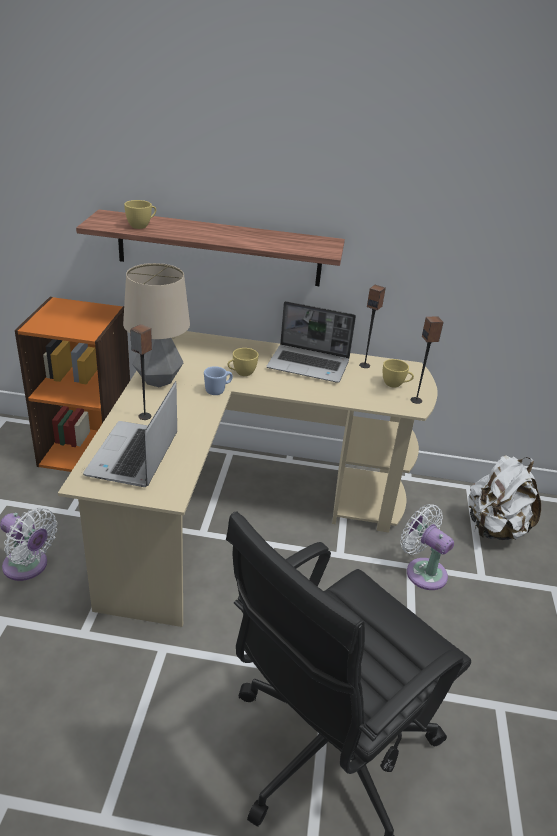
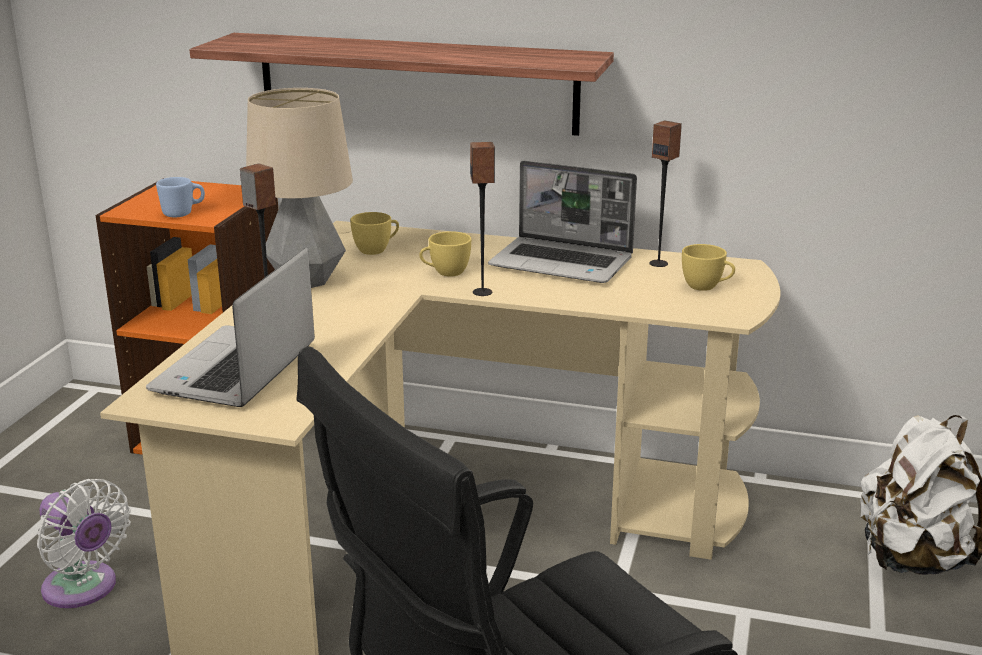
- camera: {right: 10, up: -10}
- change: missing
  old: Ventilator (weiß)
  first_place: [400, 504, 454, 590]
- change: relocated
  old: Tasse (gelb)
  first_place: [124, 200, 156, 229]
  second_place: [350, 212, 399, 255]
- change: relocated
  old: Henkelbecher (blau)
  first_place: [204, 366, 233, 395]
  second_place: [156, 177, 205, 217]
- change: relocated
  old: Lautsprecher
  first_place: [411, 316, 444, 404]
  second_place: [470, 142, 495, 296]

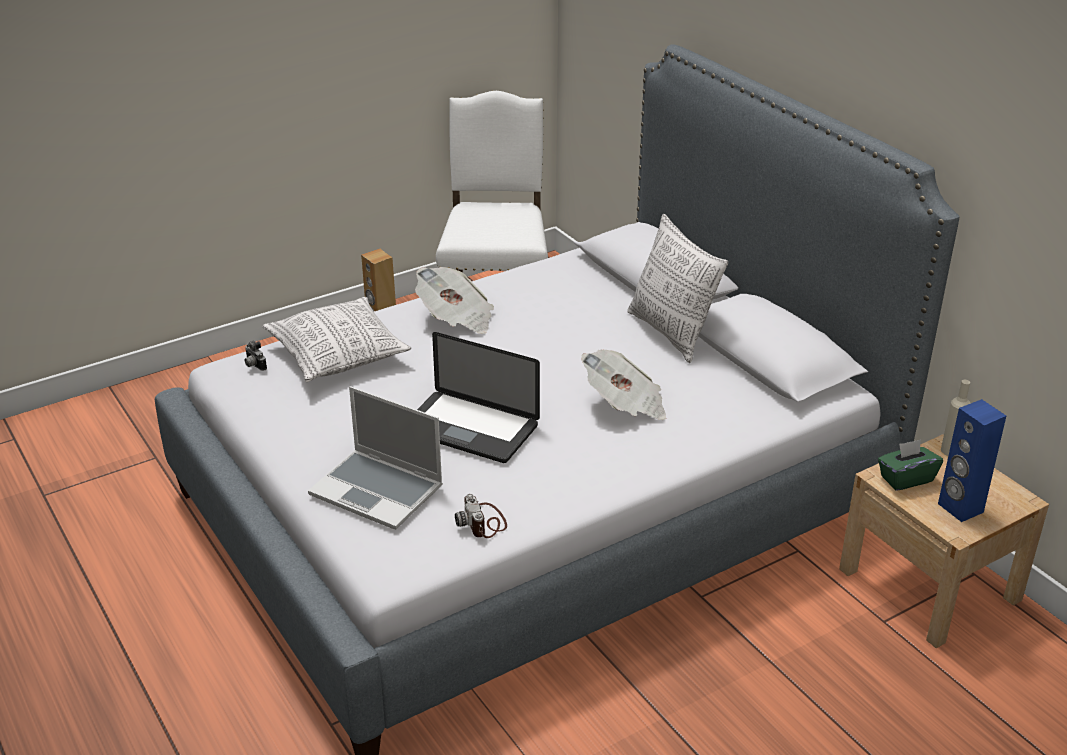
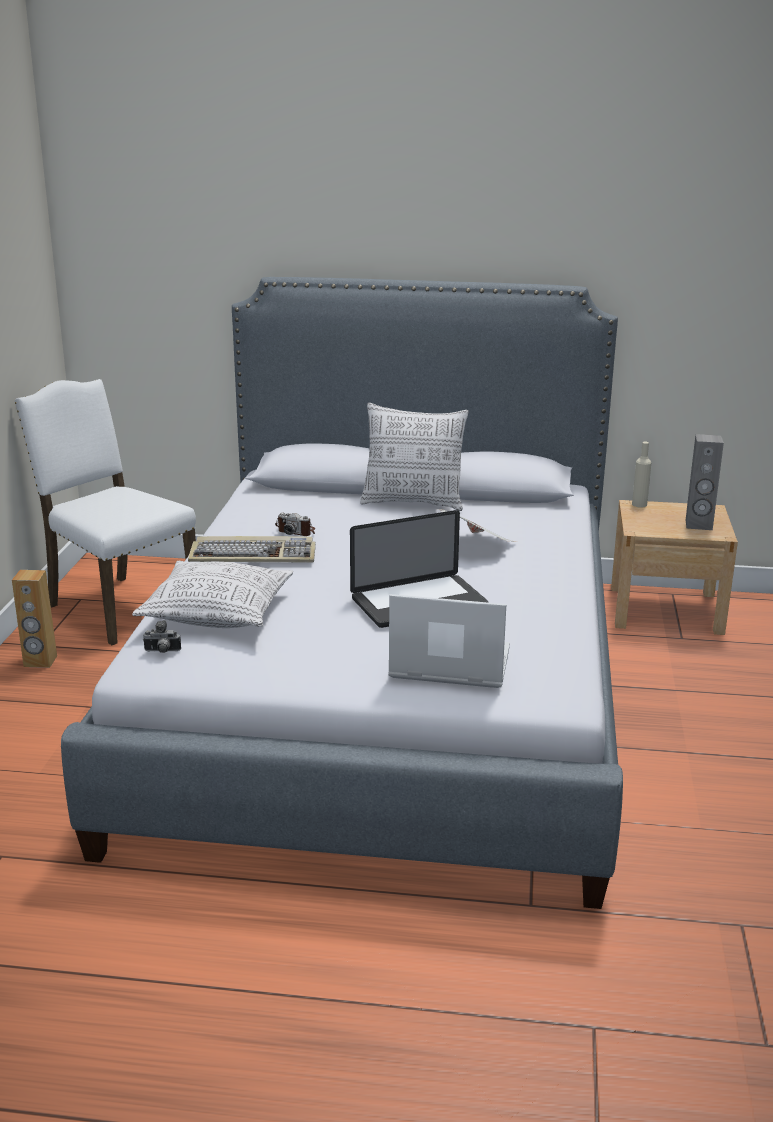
- camera: {right: -50, up: -10}
- change: missing
  old: Taschentuchbox (grün)
  first_place: [878, 439, 943, 491]
- change: relocated
  old: Kamera
  first_place: [455, 494, 507, 538]
  second_place: [275, 513, 315, 536]
- change: exchanged
  old: Zeitung
  new: Tastatur
  first_place: [415, 267, 494, 334]
  second_place: [188, 536, 316, 563]
- change: colour
  old: Lautsprecher (blau)
  new: Lautsprecher (grau)
  first_place: [938, 399, 1006, 522]
  second_place: [686, 434, 724, 530]
- change: spun
  old: Laptop
  first_place: [308, 386, 443, 530]
  second_place: [388, 594, 510, 688]
  degrees: -150

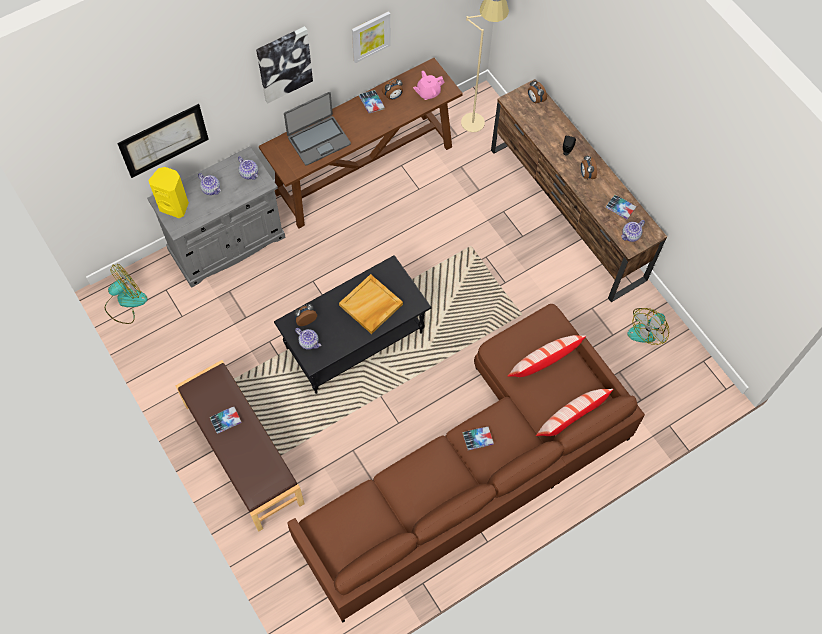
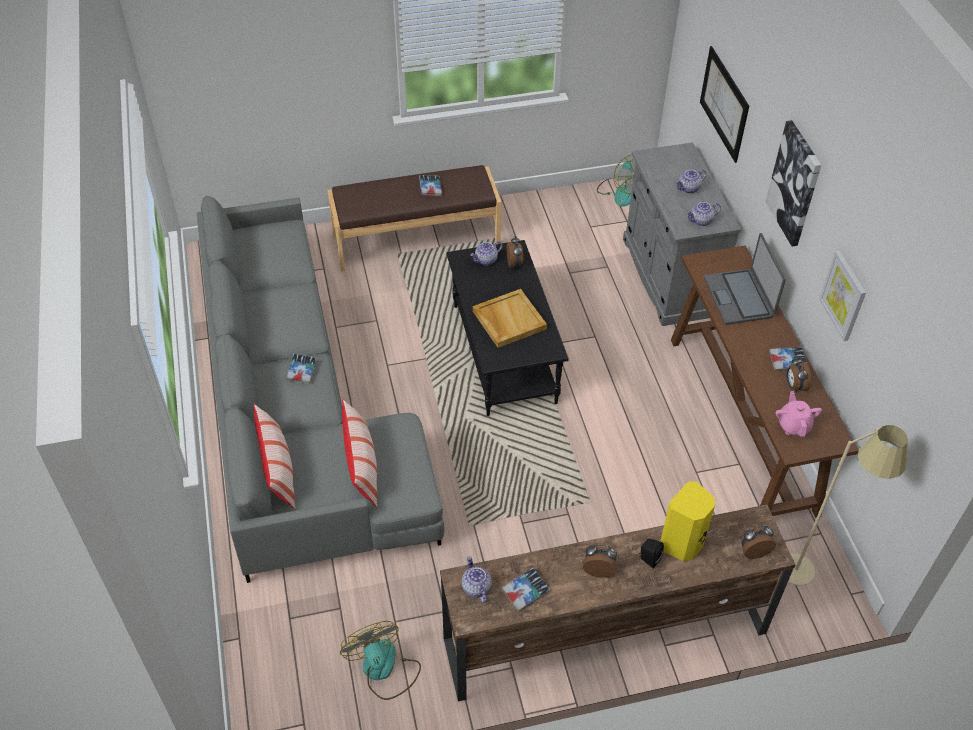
- camera: {right: 110, up: -15}
- change: relocated
  old: Lautsprecher (gelb)
  first_place: [149, 167, 189, 218]
  second_place: [660, 481, 715, 561]
- change: colour
  old: Sofa (braun)
  new: Sofa (grau)
  first_place: [287, 304, 645, 623]
  second_place: [197, 196, 445, 583]

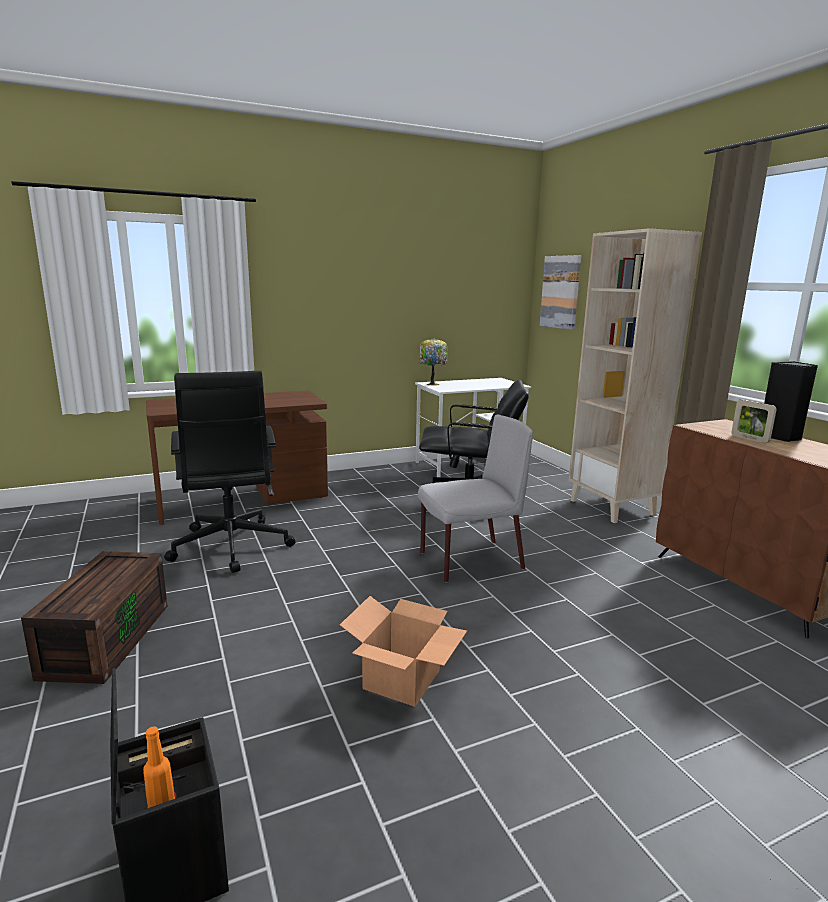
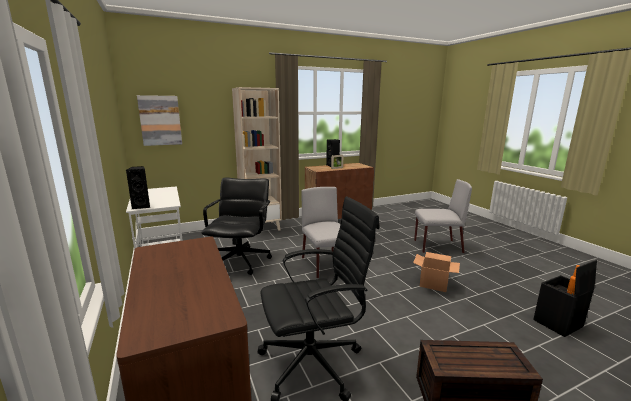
- camera: {right: -90, up: 0}
- change: appeared
  new: Stuhl (grau)
  second_place: [414, 179, 472, 253]
- change: exchanged
  old: Tischlampe
  new: Lautsprecher (schwarz)
  first_place: [419, 338, 447, 386]
  second_place: [126, 166, 150, 209]

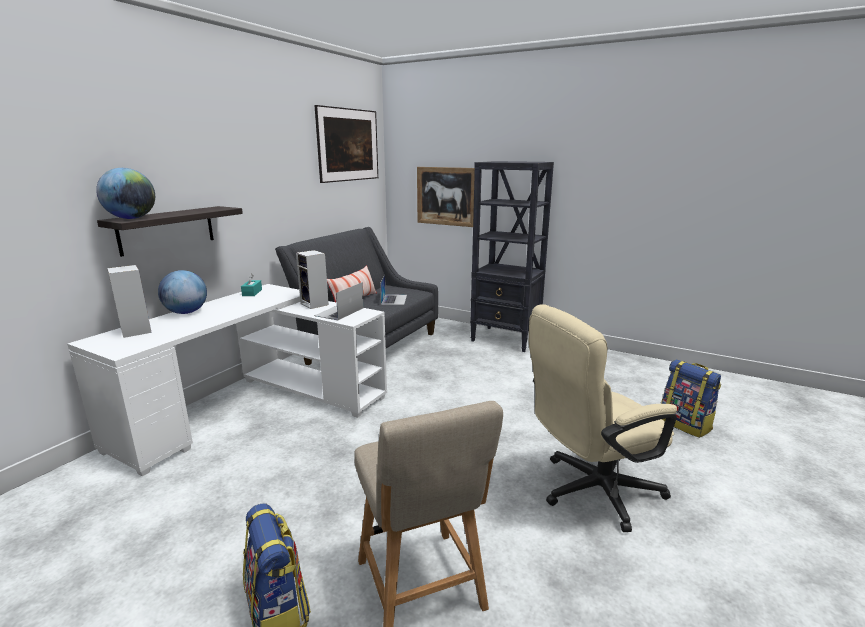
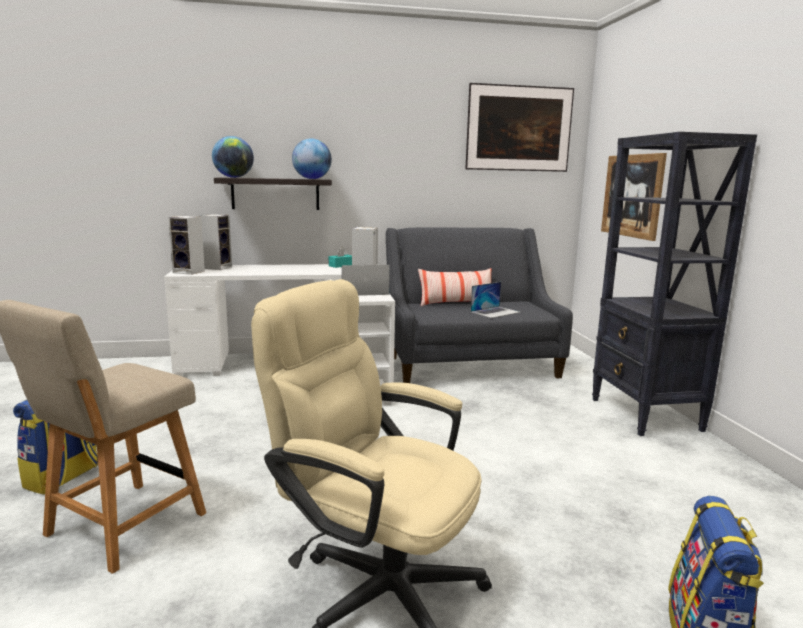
- camera: {right: 50, up: -5}
- change: appeared
  new: Lautsprecher
  second_place: [168, 216, 205, 275]
- change: relocated
  old: Globus
  first_place: [158, 270, 207, 314]
  second_place: [292, 139, 332, 179]

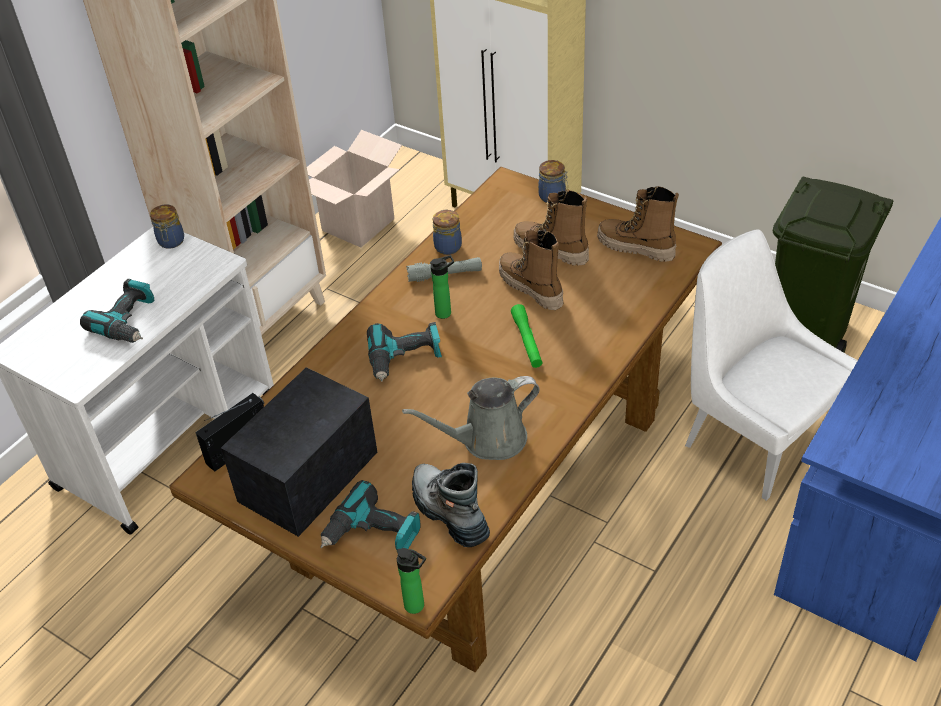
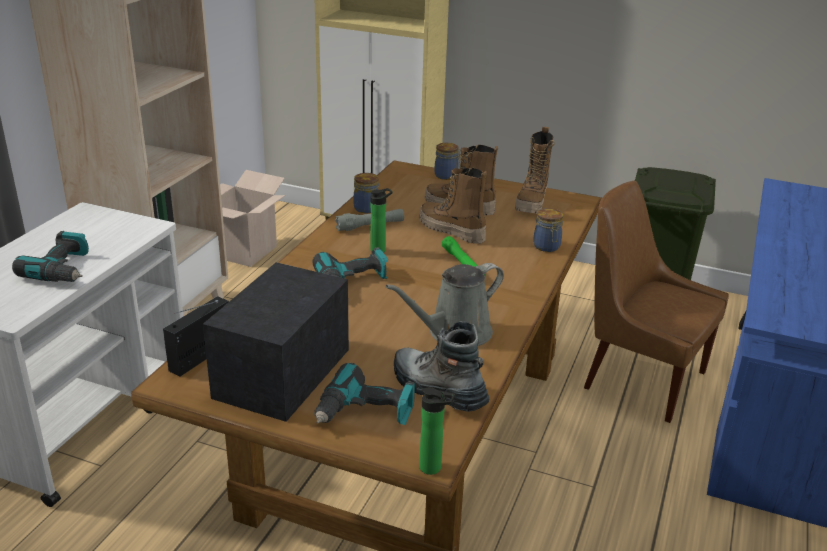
- camera: {right: -15, up: -15}
- change: relocated
  old: Vorratsglas
  first_place: [150, 204, 184, 249]
  second_place: [533, 208, 563, 252]
- change: colour
  old: Stuhl (weiß)
  new: Stuhl (braun)
  first_place: [685, 229, 858, 501]
  second_place: [584, 181, 729, 423]
- change: spun
  old: Stiefel
  first_place: [597, 186, 679, 262]
  second_place: [515, 127, 555, 214]
  degrees: -90

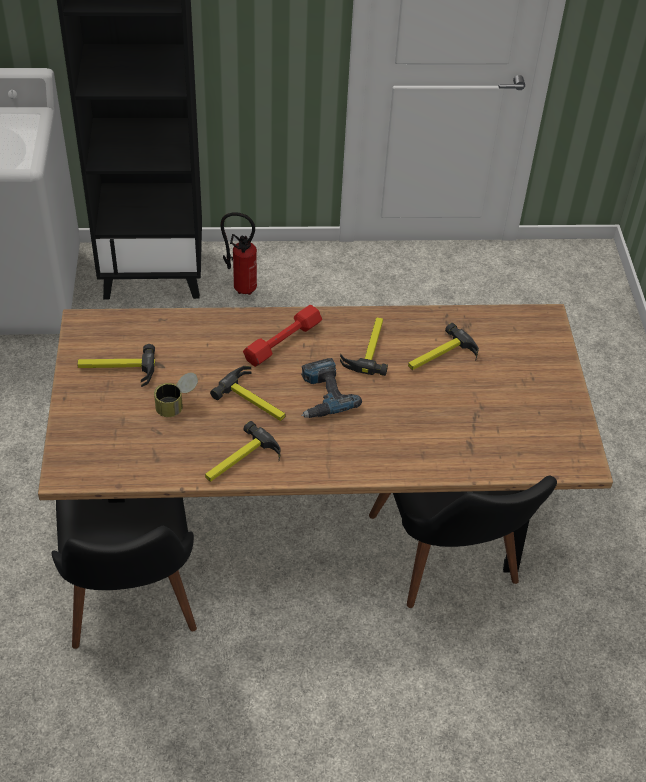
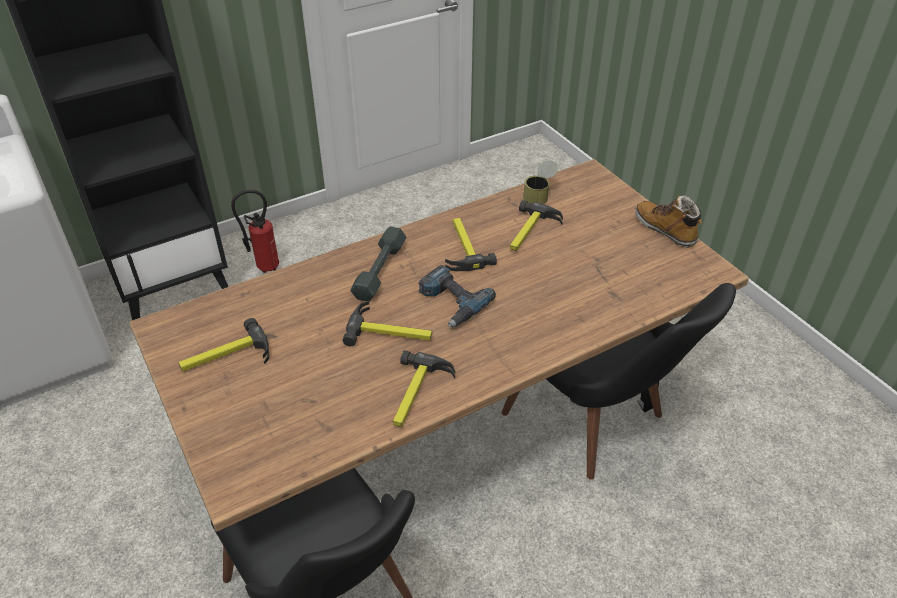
- camera: {right: -25, up: -5}
- change: appeared
  new: Stiefel
  second_place: [635, 195, 702, 248]
- change: relocated
  old: Dose
  first_place: [154, 373, 198, 417]
  second_place: [523, 161, 558, 204]
- change: colour
  old: Hantel (rot)
  new: Hantel (grau)
  first_place: [243, 305, 322, 367]
  second_place: [350, 226, 406, 301]

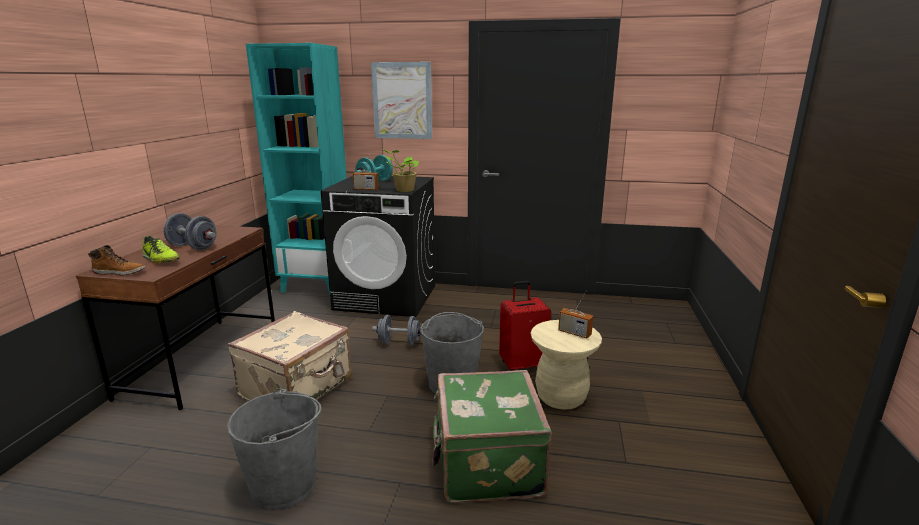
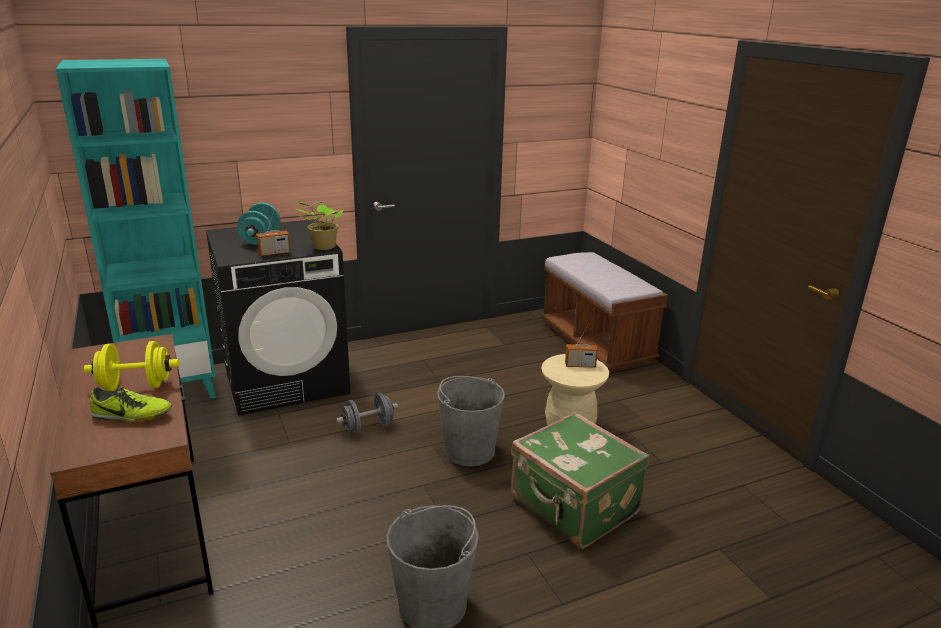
- camera: {right: -35, up: 5}
- change: missing
  old: Stiefel
  first_place: [88, 245, 146, 275]
- change: missing
  old: Koffer (beige)
  first_place: [228, 311, 352, 401]
- change: missing
  old: Bild
  first_place: [371, 62, 432, 139]
- change: missing
  old: Koffer (rot)
  first_place: [499, 281, 551, 371]
- change: appeared
  new: Bank (braun)
  second_place: [541, 252, 668, 371]
- change: colour
  old: Hantel (grau)
  new: Hantel (gelb)
  first_place: [164, 213, 217, 250]
  second_place: [84, 341, 179, 391]

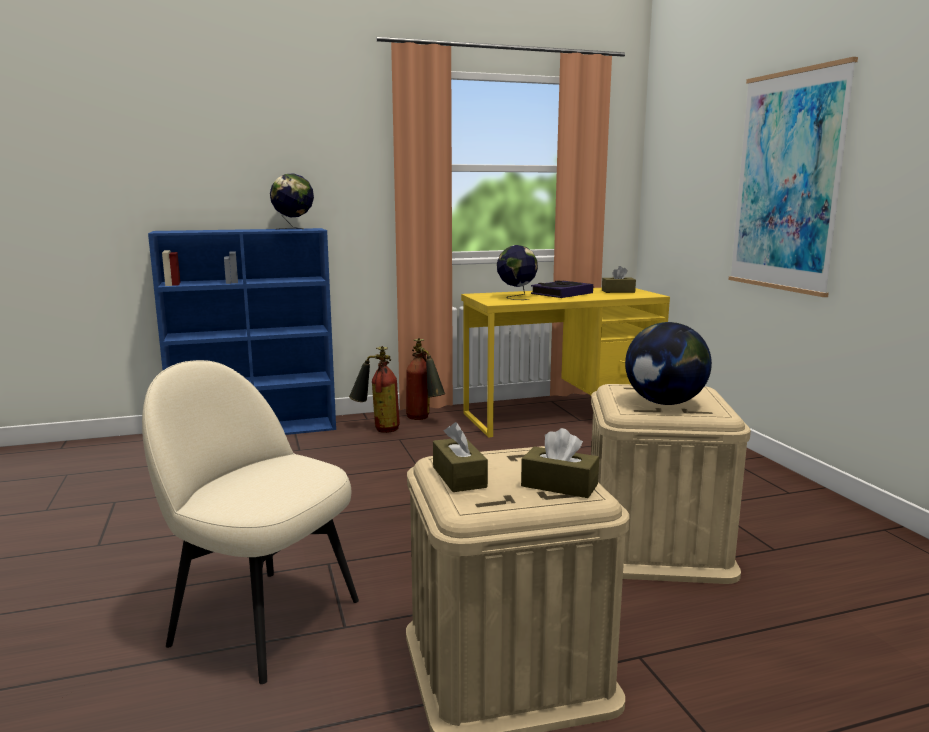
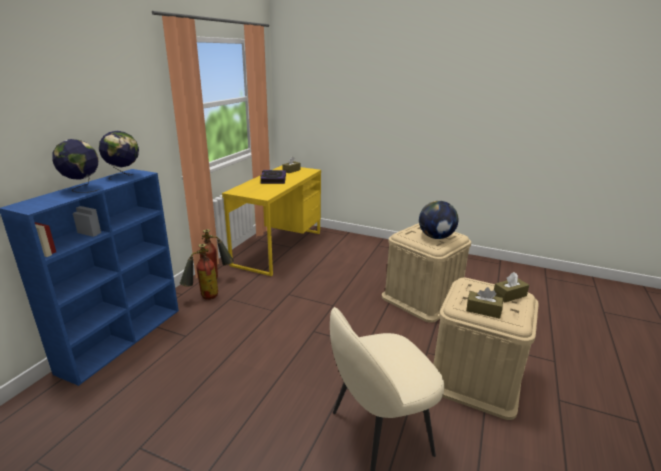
- camera: {right: -50, up: 10}
- change: missing
  old: Bild
  first_place: [729, 57, 858, 297]
- change: relocated
  old: Globus
  first_place: [497, 245, 538, 300]
  second_place: [52, 139, 99, 193]

